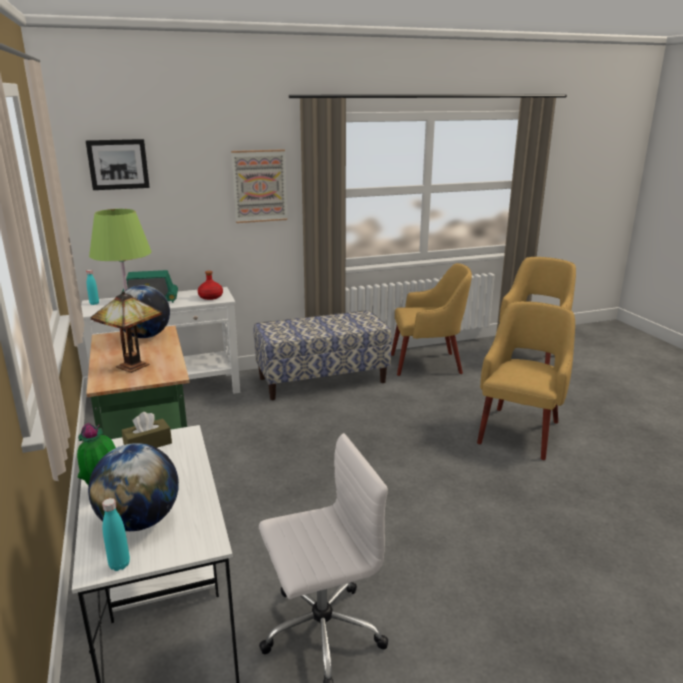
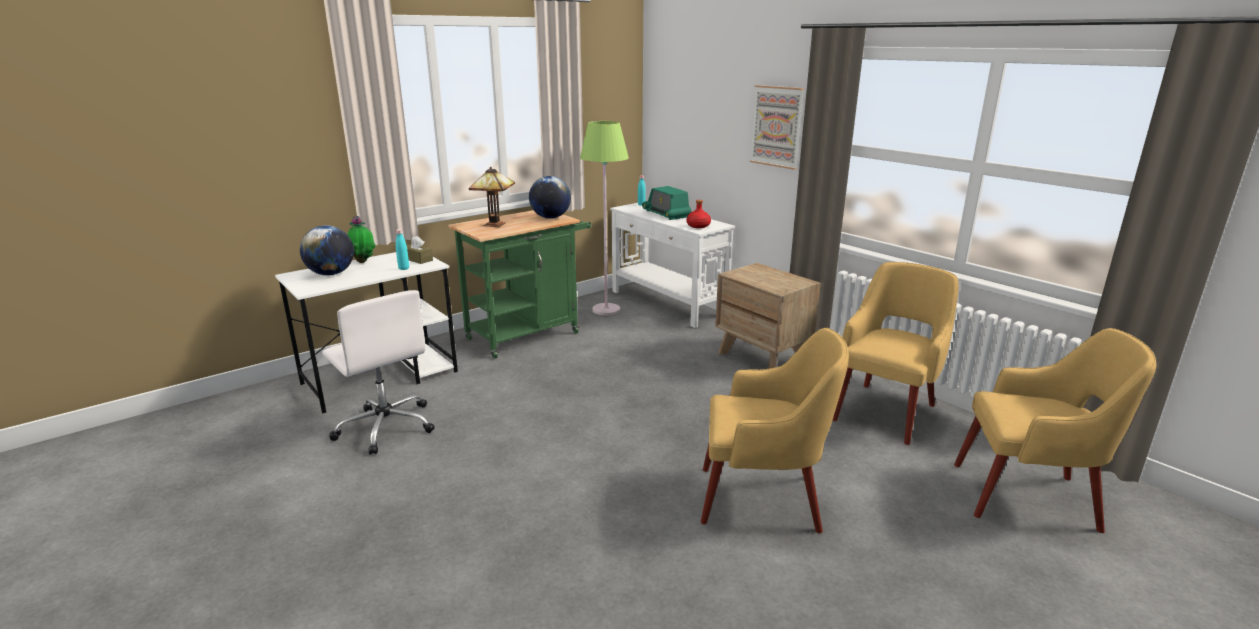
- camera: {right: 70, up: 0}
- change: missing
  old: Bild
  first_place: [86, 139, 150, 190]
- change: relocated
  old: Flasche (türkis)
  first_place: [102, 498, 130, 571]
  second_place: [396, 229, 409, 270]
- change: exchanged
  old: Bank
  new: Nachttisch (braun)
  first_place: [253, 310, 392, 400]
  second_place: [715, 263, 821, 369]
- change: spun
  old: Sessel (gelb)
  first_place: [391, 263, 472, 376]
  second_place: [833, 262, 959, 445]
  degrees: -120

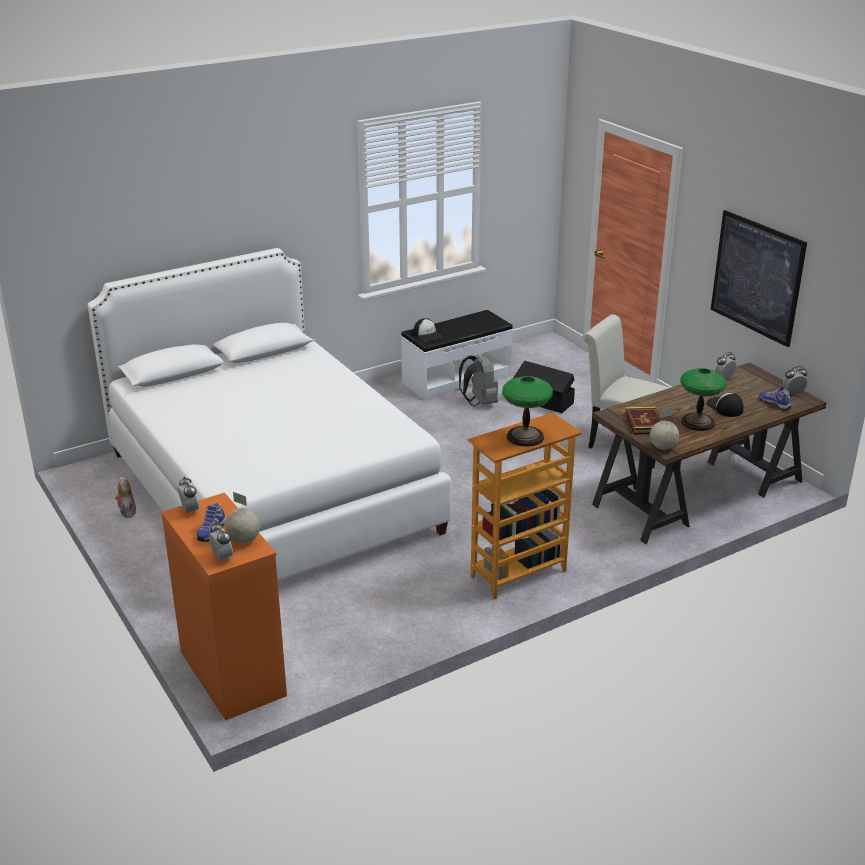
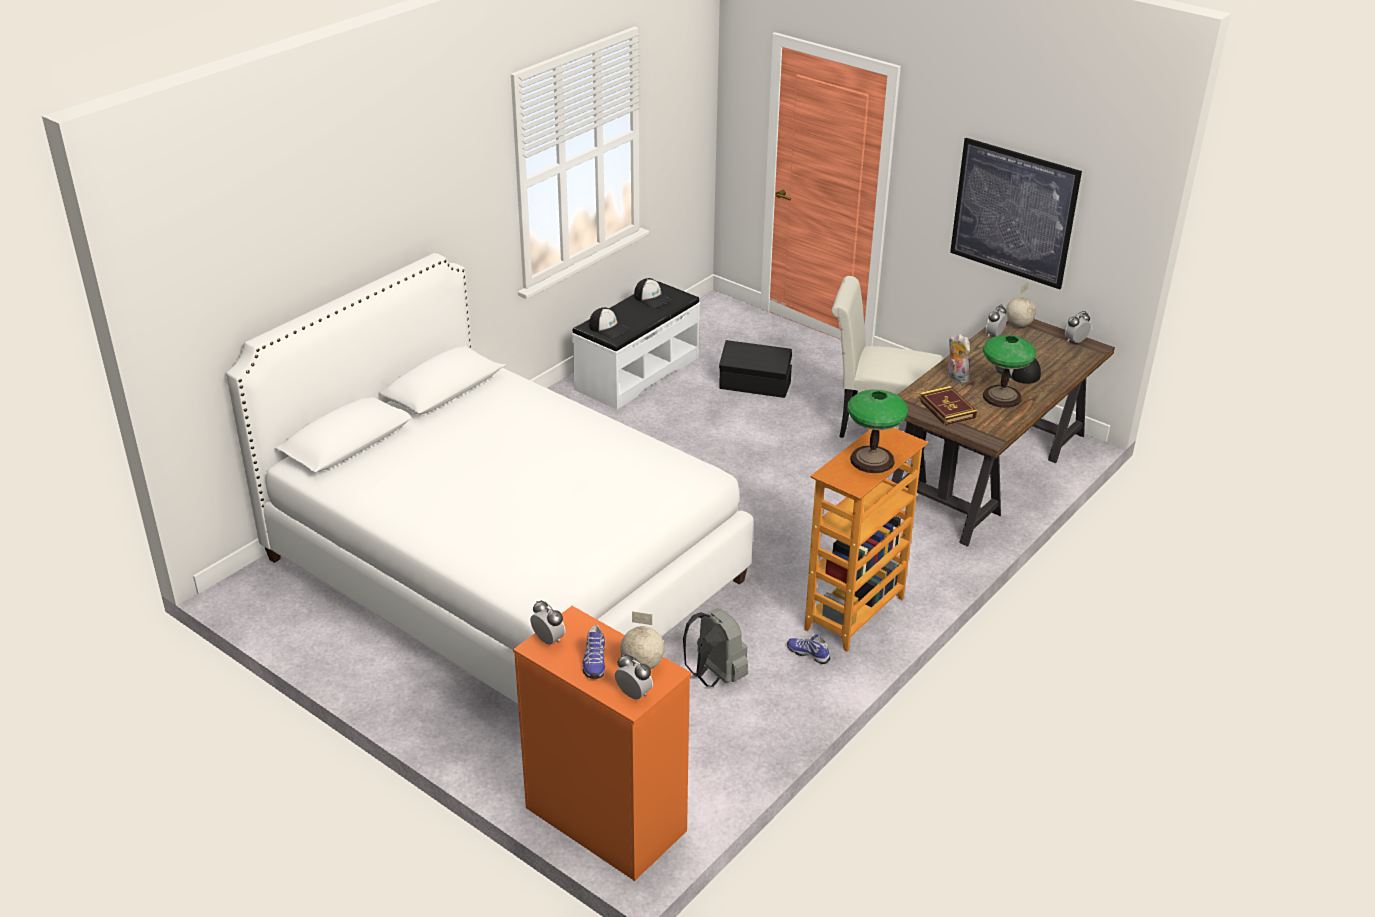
- camera: {right: -20, up: 5}
- change: appeared
  new: Kappe
  second_place: [634, 278, 671, 307]
- change: relocated
  old: Plüschtier
  first_place: [115, 476, 136, 518]
  second_place: [948, 334, 970, 383]
- change: relocated
  old: Rucksack (grau)
  first_place: [459, 355, 498, 407]
  second_place: [683, 609, 748, 687]
- change: relocated
  old: Globus
  first_place: [650, 407, 679, 450]
  second_place: [1006, 282, 1036, 327]
- change: relocated
  old: Schuh
  first_place: [759, 387, 791, 410]
  second_place: [787, 634, 830, 664]

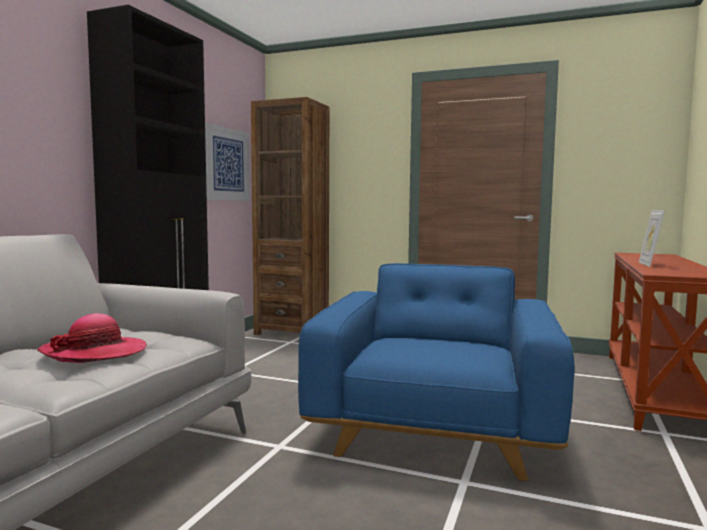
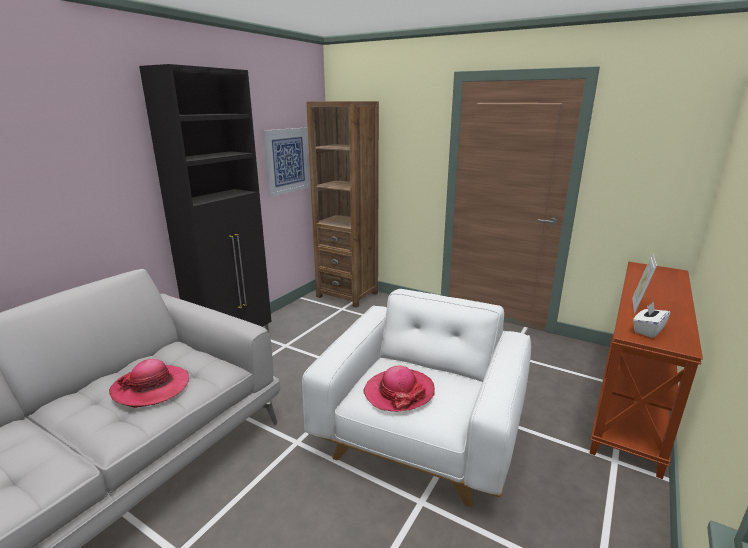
- camera: {right: 10, up: 15}
- change: appeared
  new: Hut
  second_place: [364, 366, 435, 412]
- change: appeared
  new: Taschentuchbox (weiß)
  second_place: [633, 302, 670, 338]
- change: colour
  old: Sessel (blau)
  new: Sessel (weiß)
  first_place: [298, 263, 575, 481]
  second_place: [302, 289, 531, 507]

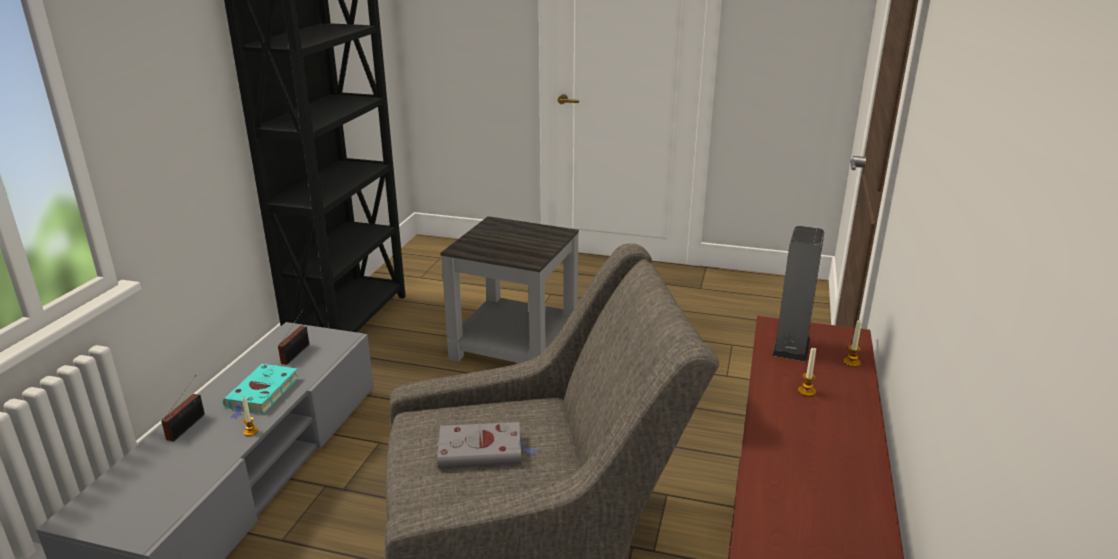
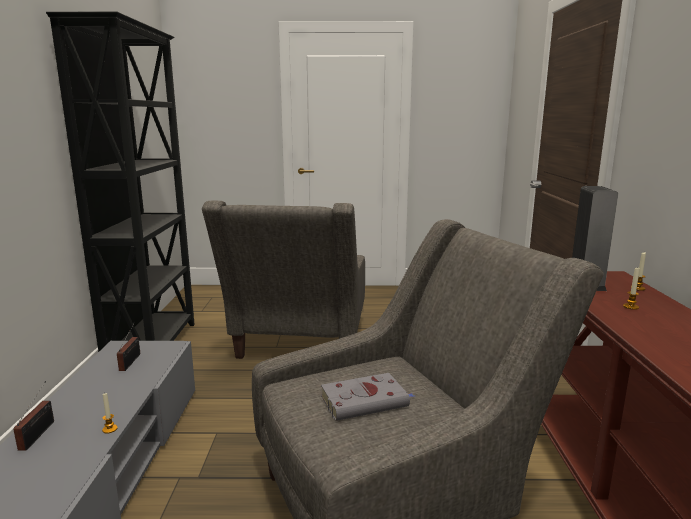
- camera: {right: -15, up: -10}
- change: missing
  old: Buch (türkis)
  first_place: [223, 364, 299, 419]
- change: exchanged
  old: Beistelltisch (grau)
  new: Sessel (grau)
  first_place: [441, 216, 579, 363]
  second_place: [202, 201, 365, 359]

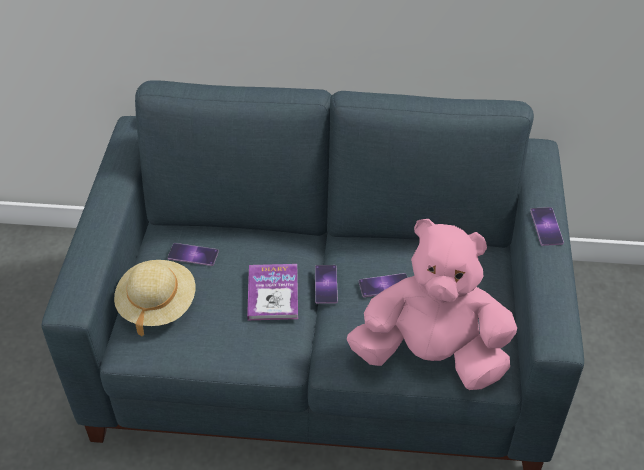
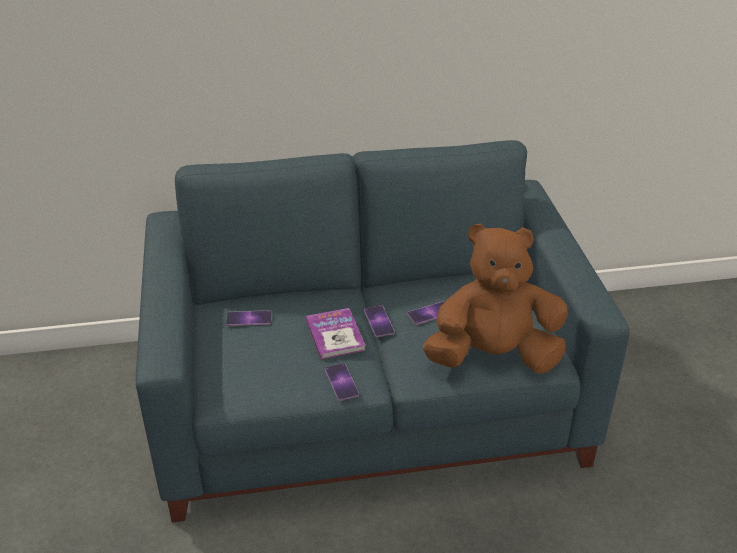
- camera: {right: -15, up: -10}
- change: missing
  old: Hut (beige)
  first_place: [114, 260, 195, 337]
- change: relocated
  old: Handy
  first_place: [530, 207, 564, 246]
  second_place: [325, 363, 359, 401]
- change: colour
  old: Plüschtier (rosa)
  new: Plüschtier (braun)
  first_place: [347, 219, 517, 390]
  second_place: [423, 224, 568, 374]

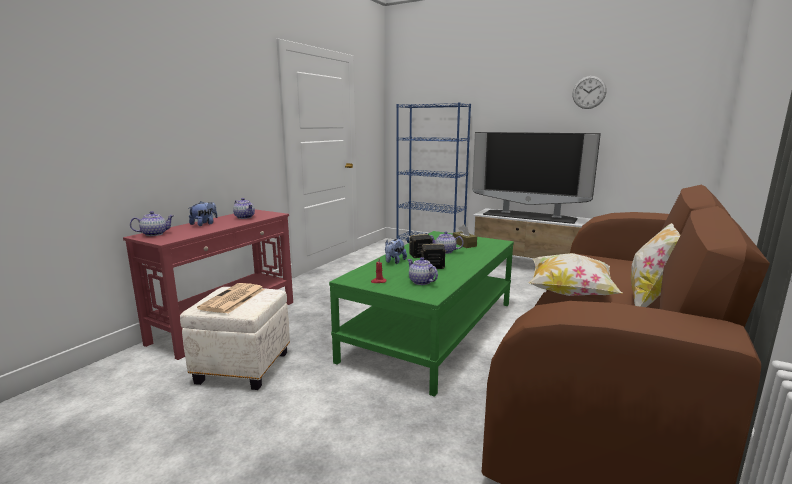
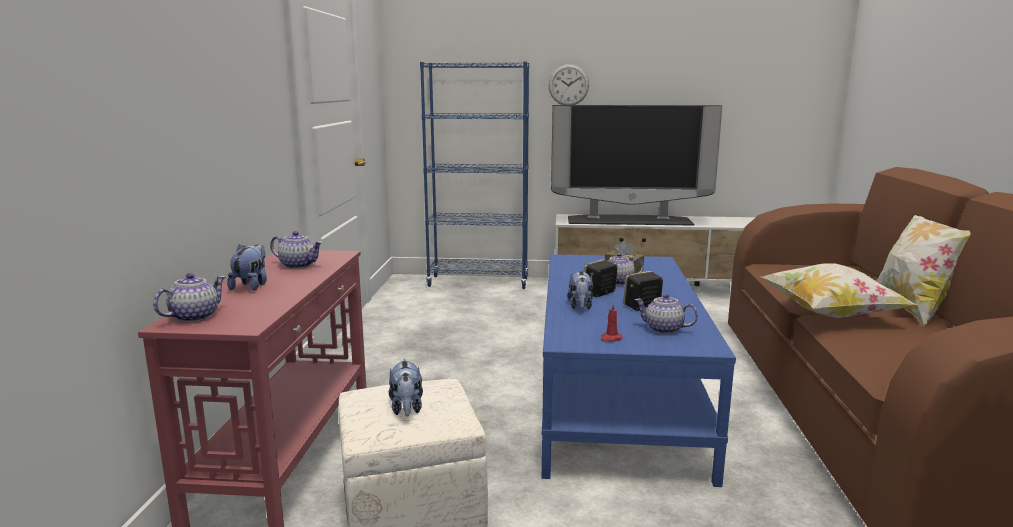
- camera: {right: -25, up: 0}
- change: relocated
  old: Wanduhr
  first_place: [572, 76, 607, 109]
  second_place: [549, 64, 589, 105]
- change: exchanged
  old: Zeitung
  new: Plüschtier
  first_place: [197, 283, 265, 313]
  second_place: [389, 359, 423, 417]
- change: colour
  old: Couchtisch (grün)
  new: Couchtisch (blau)
  first_place: [329, 231, 514, 397]
  second_place: [542, 254, 736, 487]

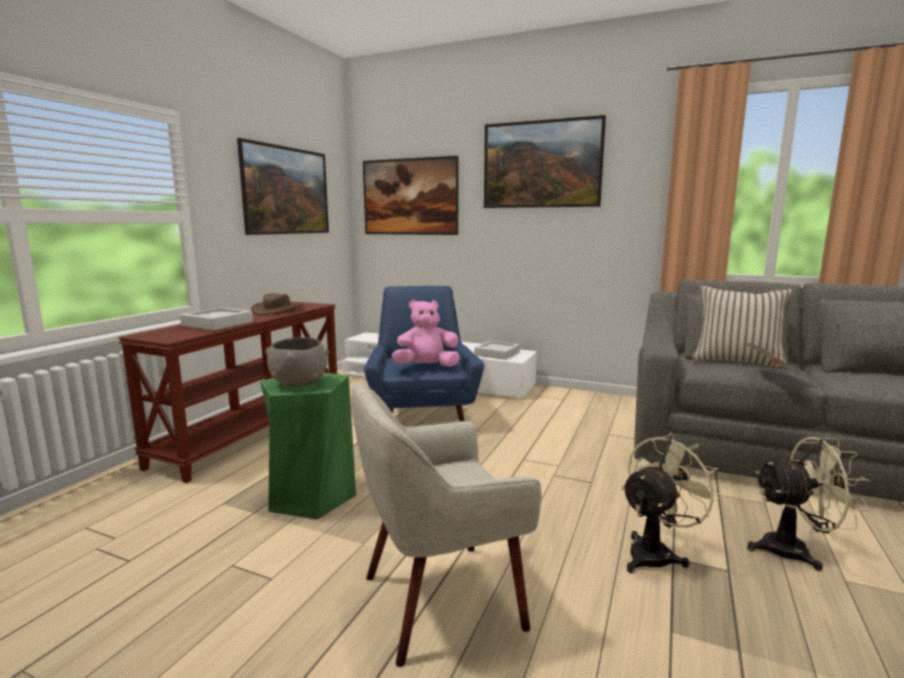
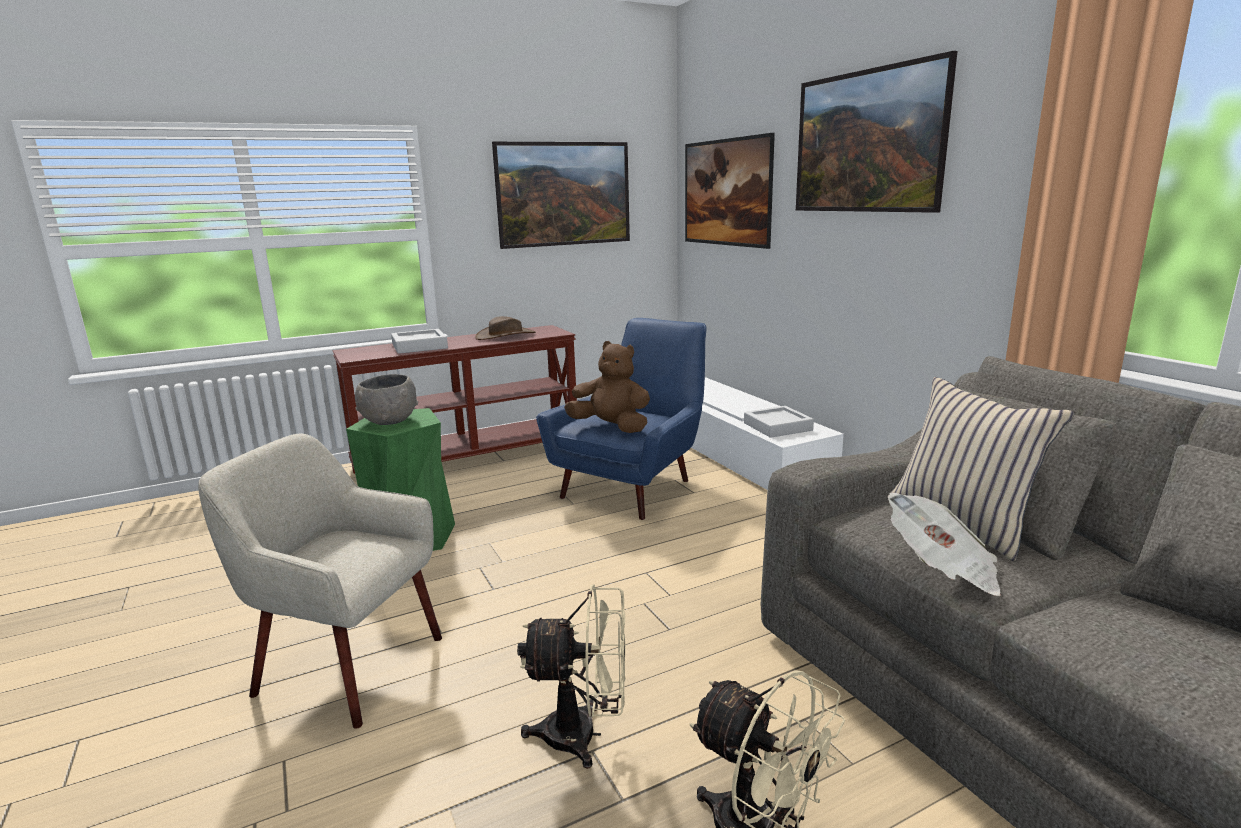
- camera: {right: 40, up: 5}
- change: colour
  old: Plüschtier (rosa)
  new: Plüschtier (braun)
  first_place: [392, 299, 460, 367]
  second_place: [564, 341, 650, 433]

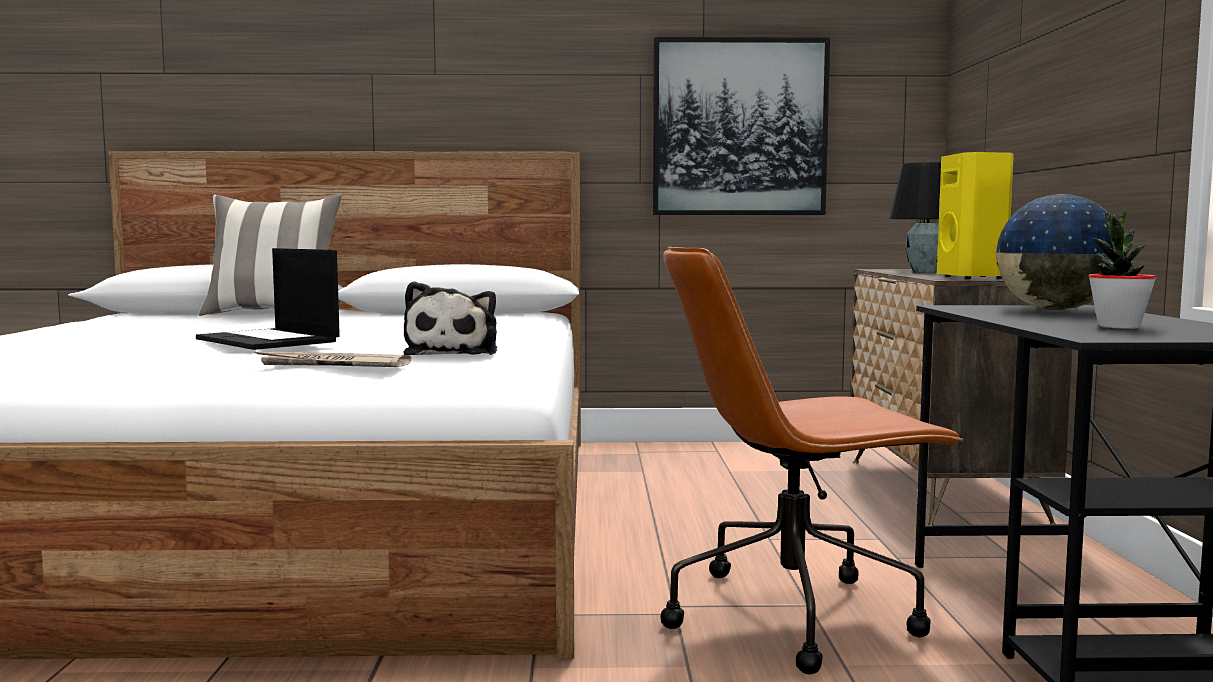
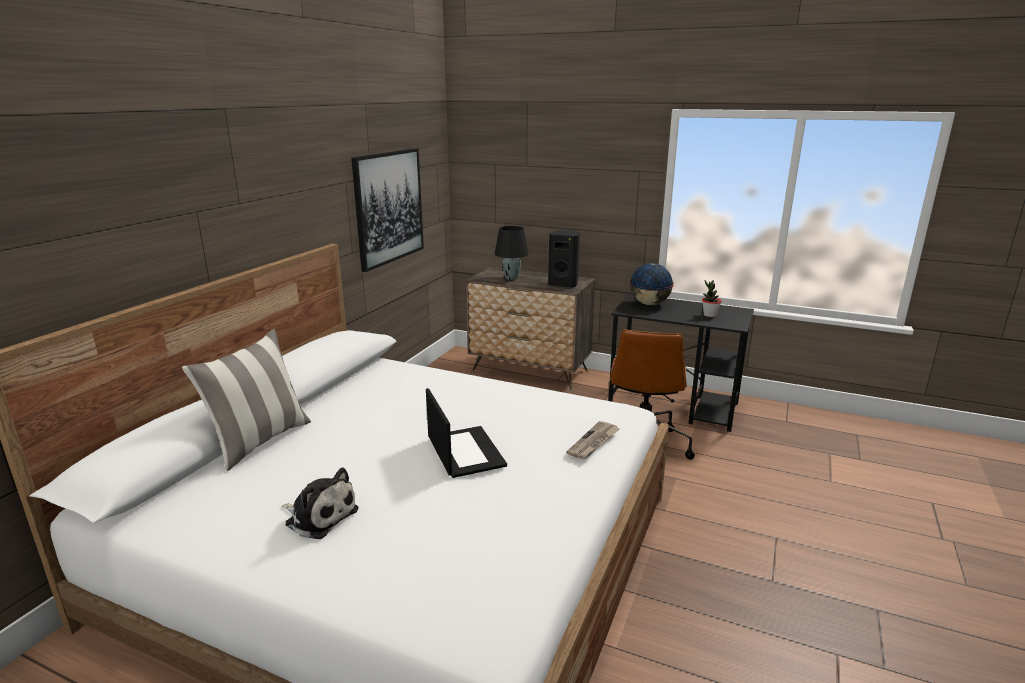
- camera: {right: -65, up: 15}
- change: relocated
  old: Plüschtier
  first_place: [404, 281, 497, 355]
  second_place: [282, 467, 359, 539]
- change: colour
  old: Lautsprecher (gelb)
  new: Lautsprecher (schwarz)
  first_place: [937, 152, 1014, 279]
  second_place: [548, 230, 580, 288]
- change: spun
  old: Laptop
  first_place: [196, 248, 340, 350]
  second_place: [426, 388, 507, 478]
  degrees: -90

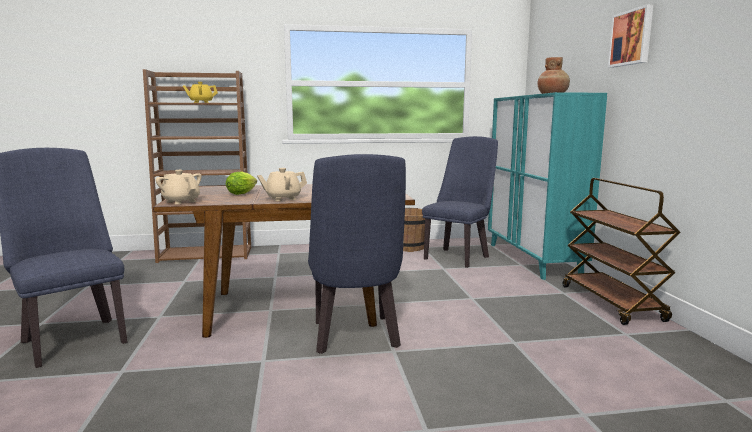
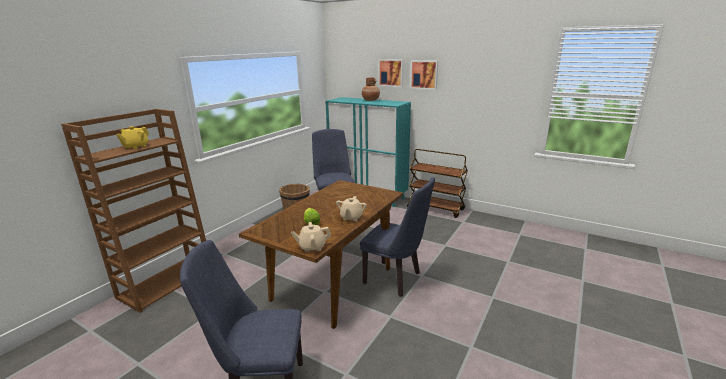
- camera: {right: -50, up: 10}
- change: appeared
  new: Bild
  second_place: [378, 59, 404, 87]

